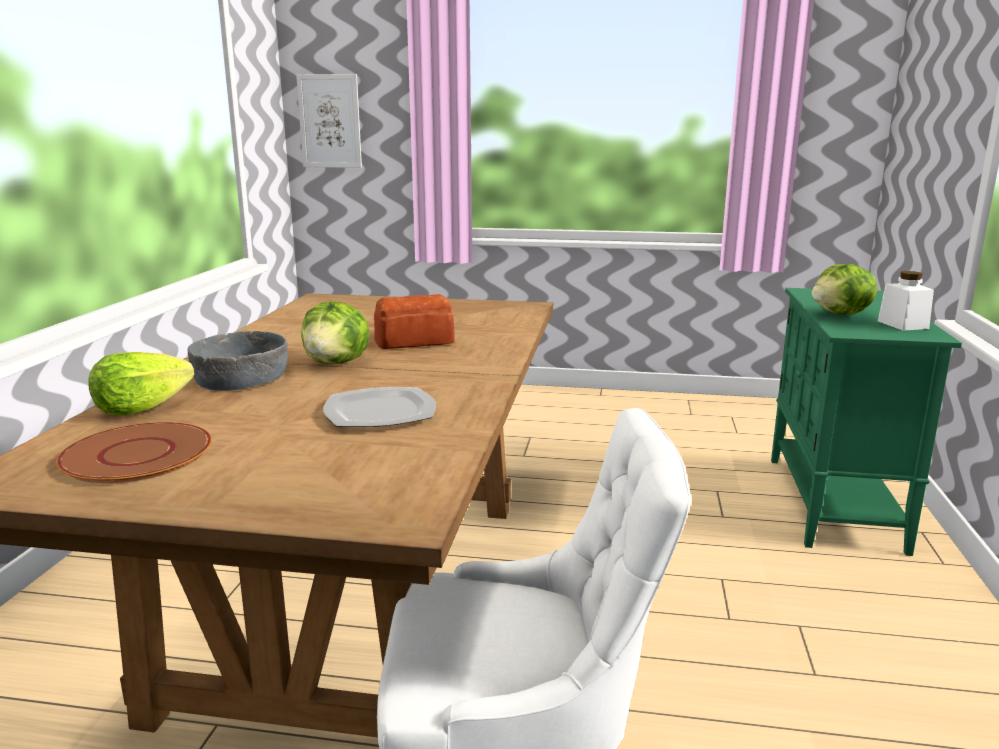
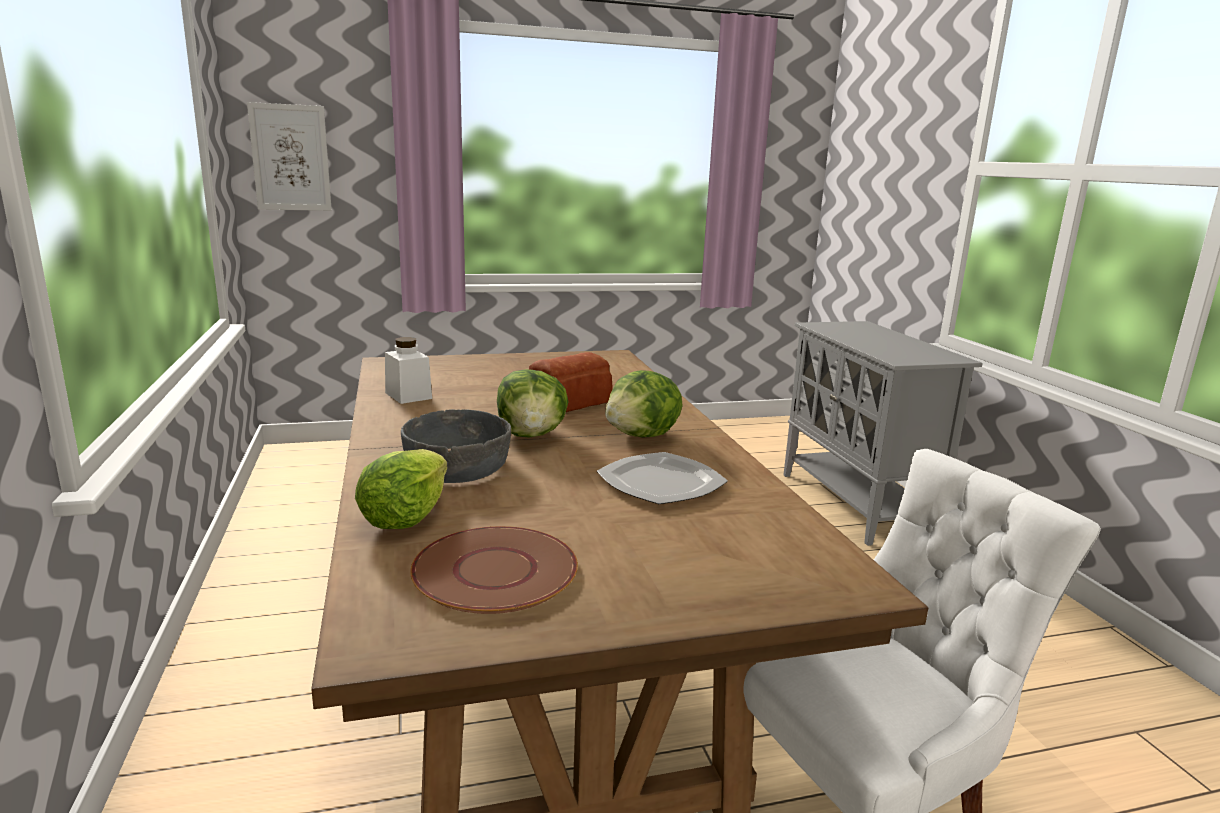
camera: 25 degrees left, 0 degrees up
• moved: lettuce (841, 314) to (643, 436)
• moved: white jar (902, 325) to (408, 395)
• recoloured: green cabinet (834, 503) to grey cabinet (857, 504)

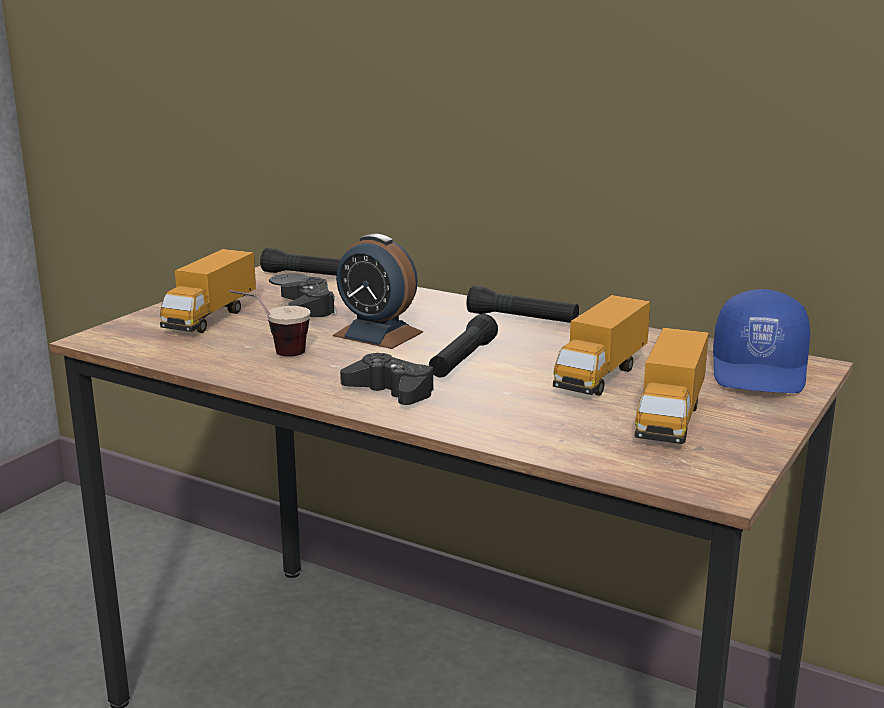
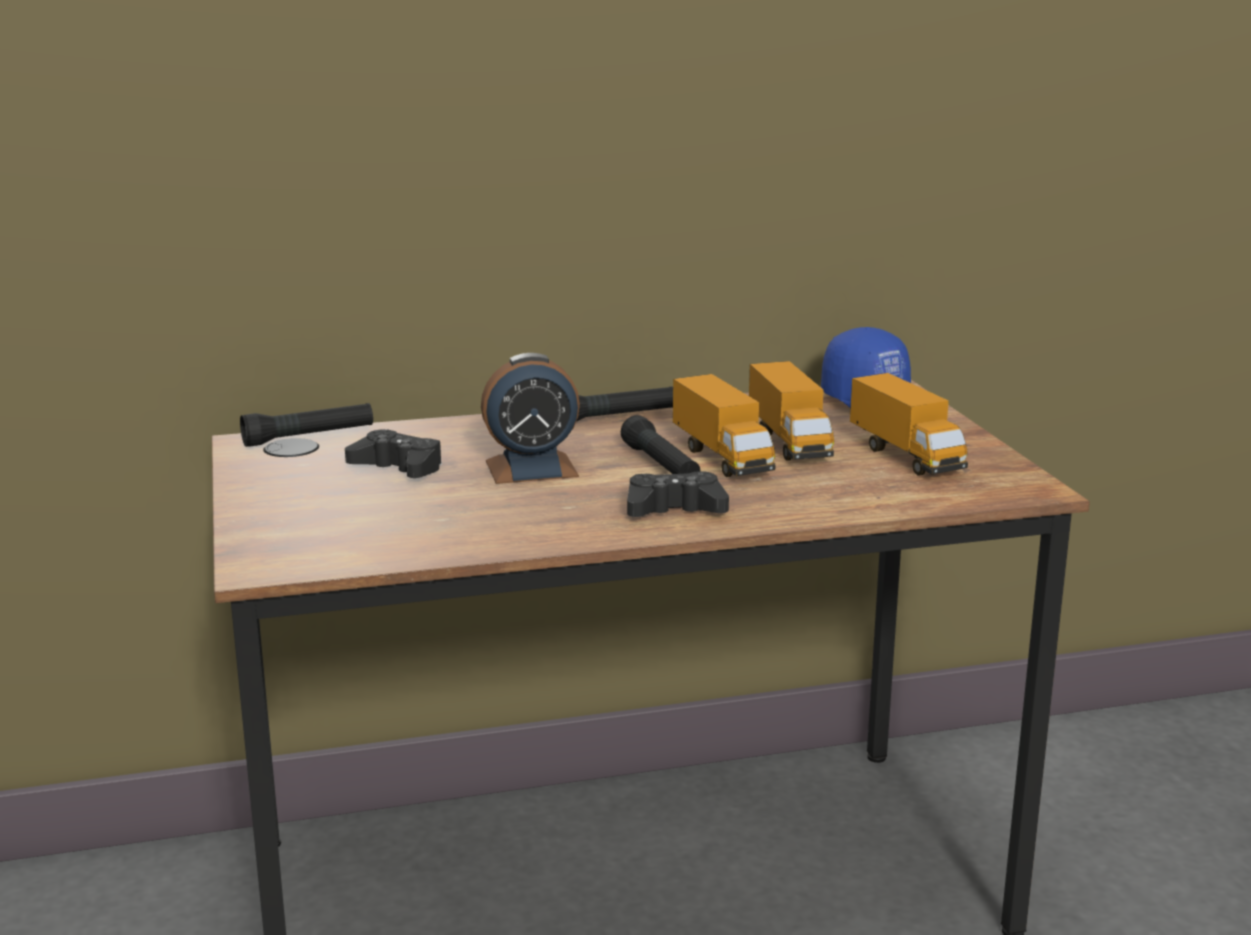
camera: 45 degrees left, 0 degrees up
• moved: toy truck (210, 318) to (722, 458)
• removed: cup (273, 355)

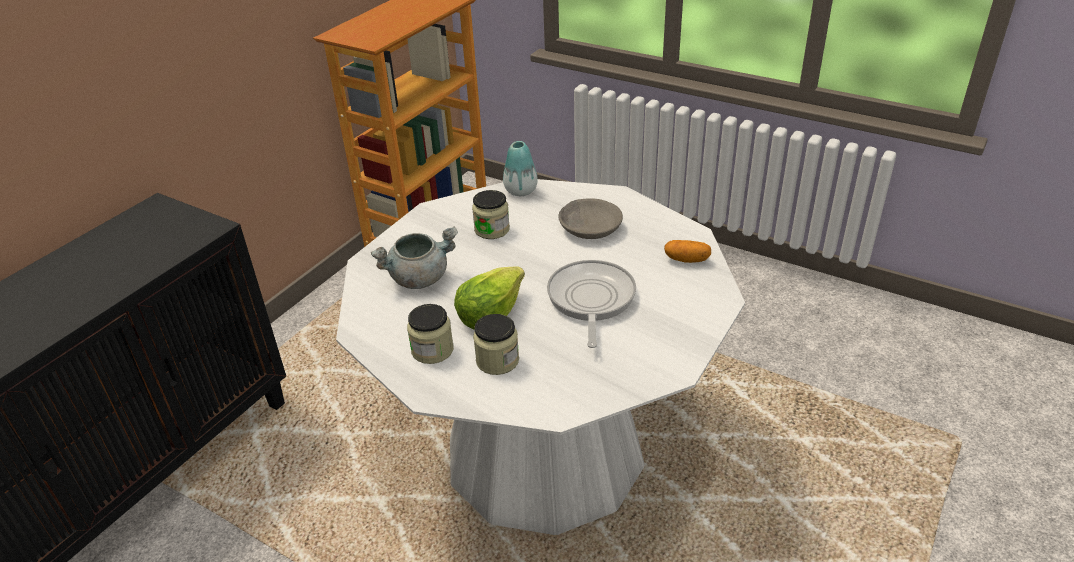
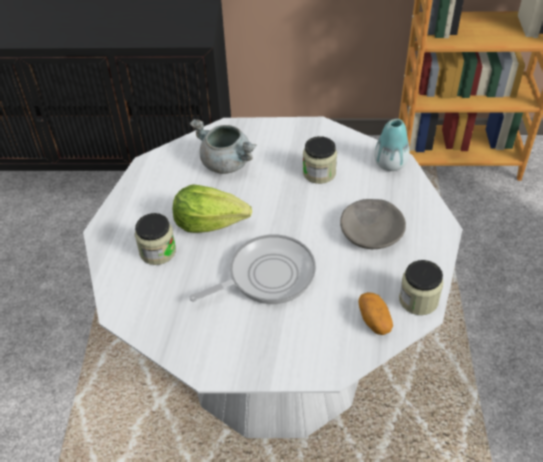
camera: 60 degrees right, 10 degrees up
• moved: jar (432, 350) to (418, 300)

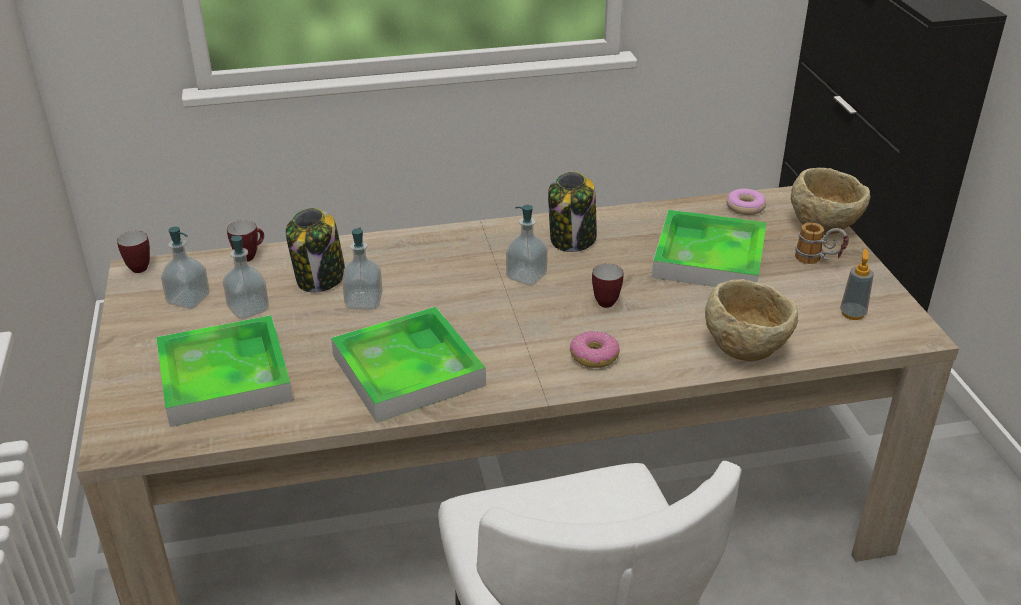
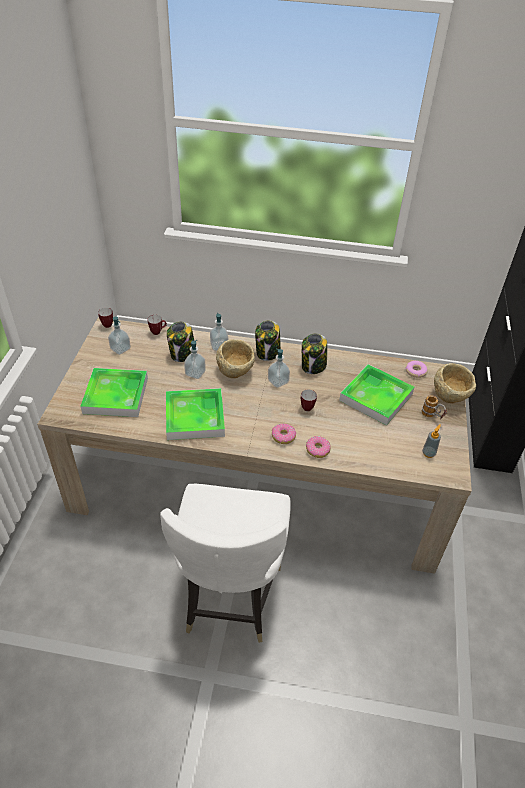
camera: 20 degrees right, 10 degrees up
• moved: soap dispenser (248, 309) to (219, 346)
• moved: beige bowl (746, 348) to (236, 371)
• added: jar (268, 352)
• added: donut (317, 450)

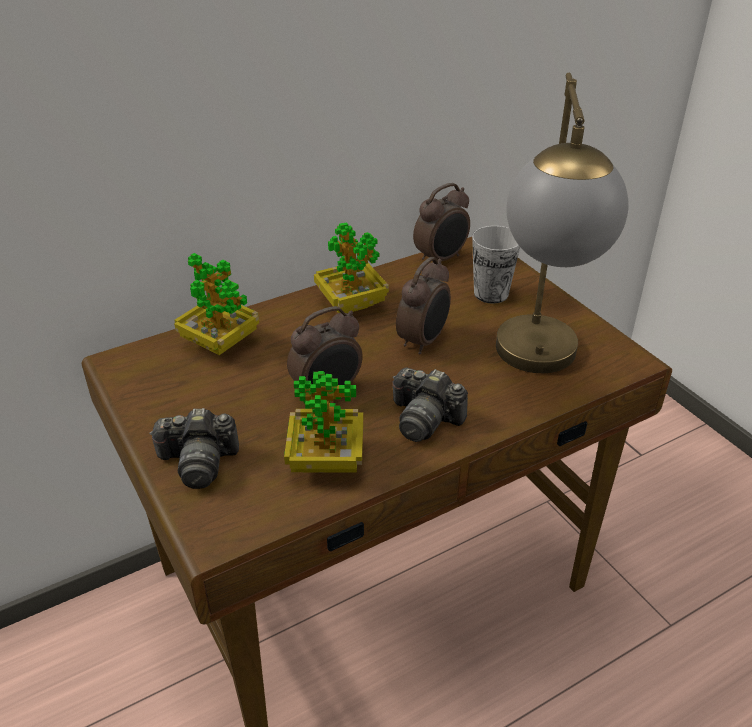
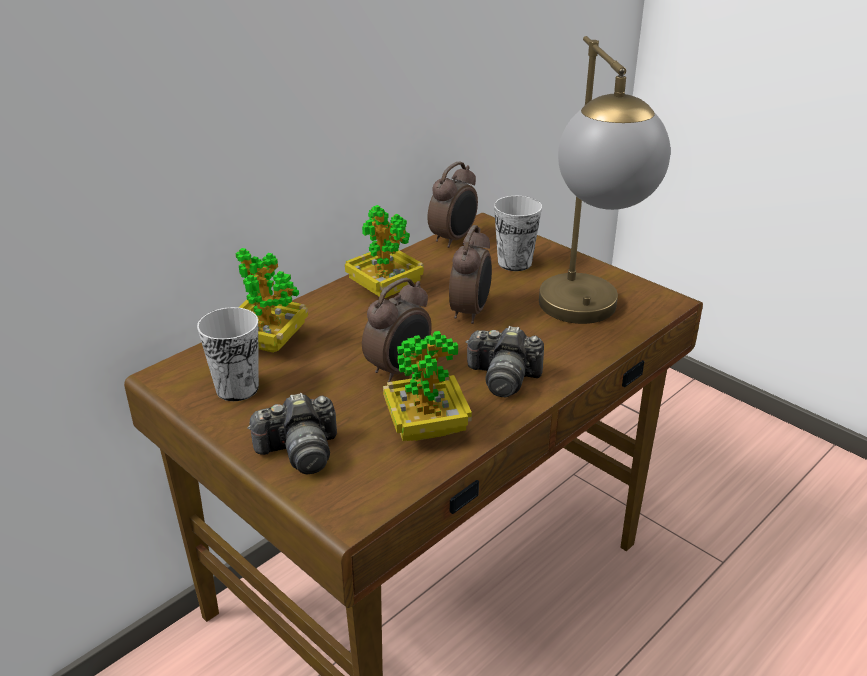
camera: 15 degrees left, 5 degrees down
• added: cup (237, 388)

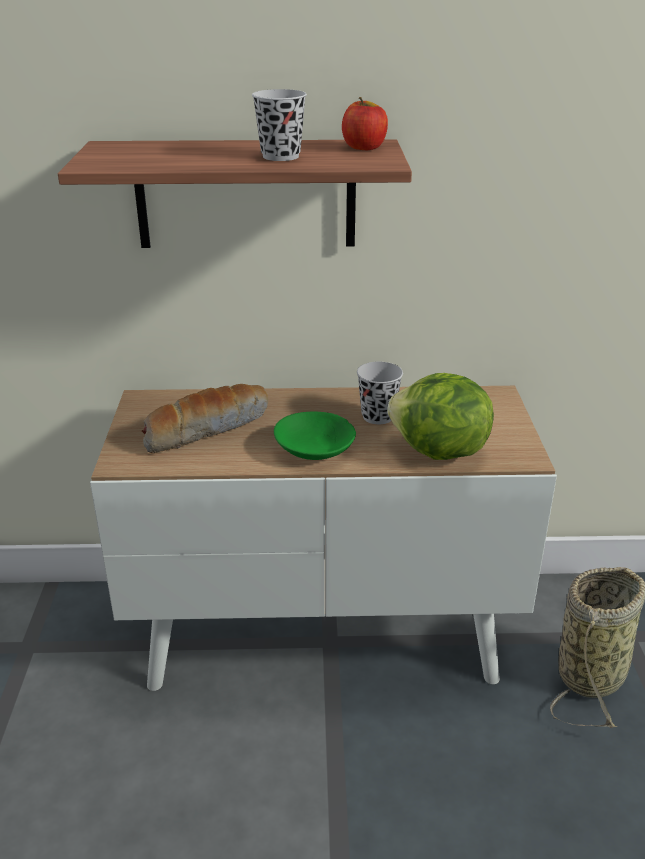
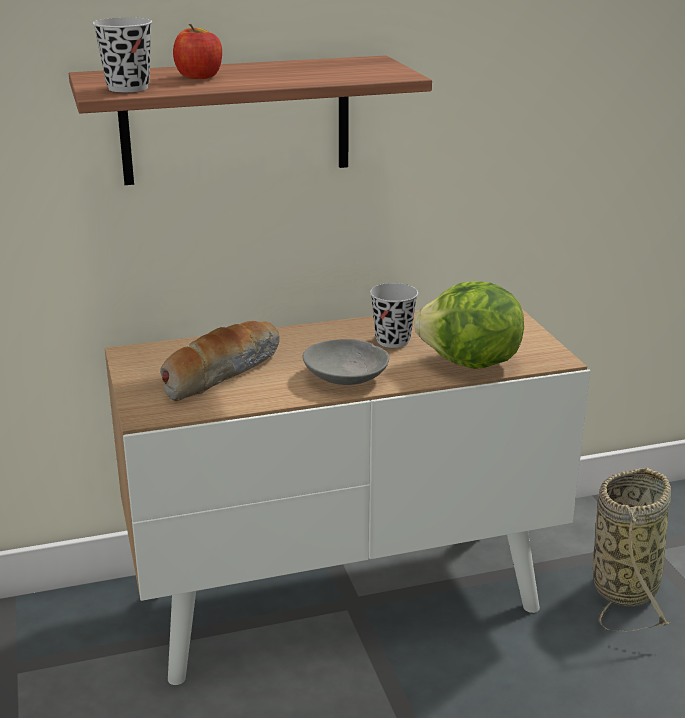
camera: 15 degrees left, 5 degrees down
• moved: black cup (280, 156) to (128, 88)
• moved: apple (364, 148) to (199, 77)
• recoloured: green bowl (315, 449) to grey bowl (347, 376)

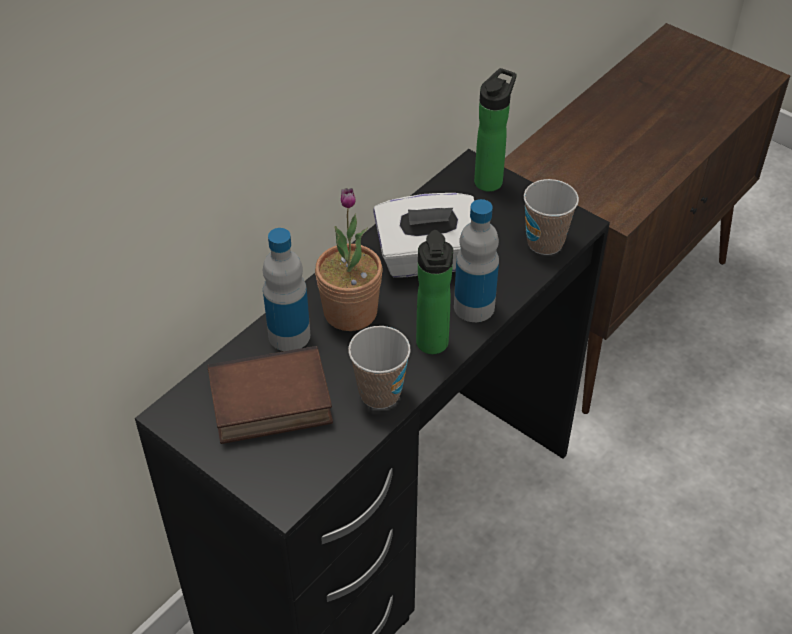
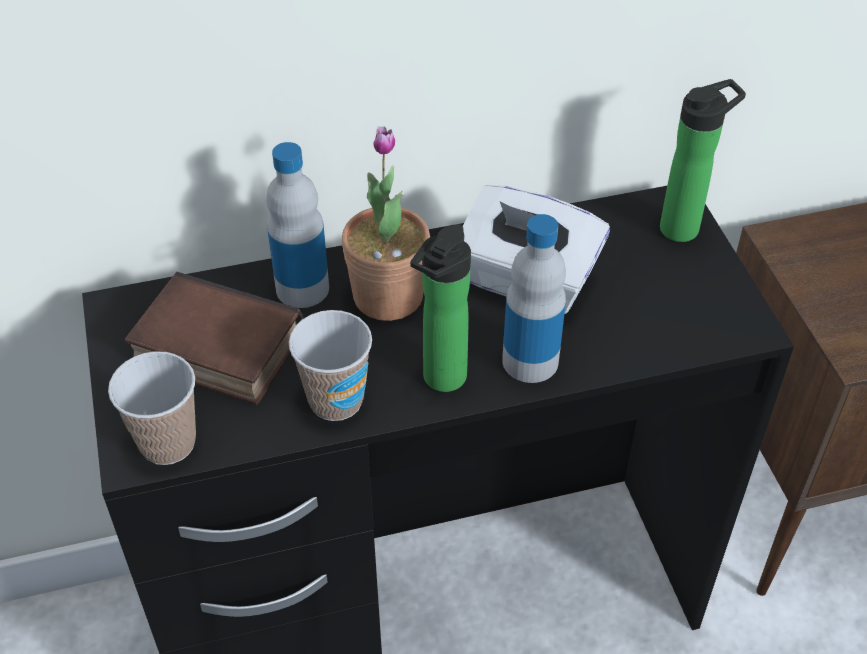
camera: 35 degrees right, 0 degrees up
• moved: cup (545, 243) to (167, 443)

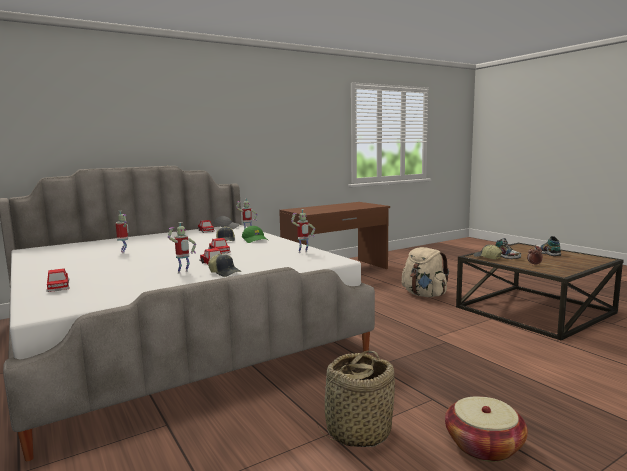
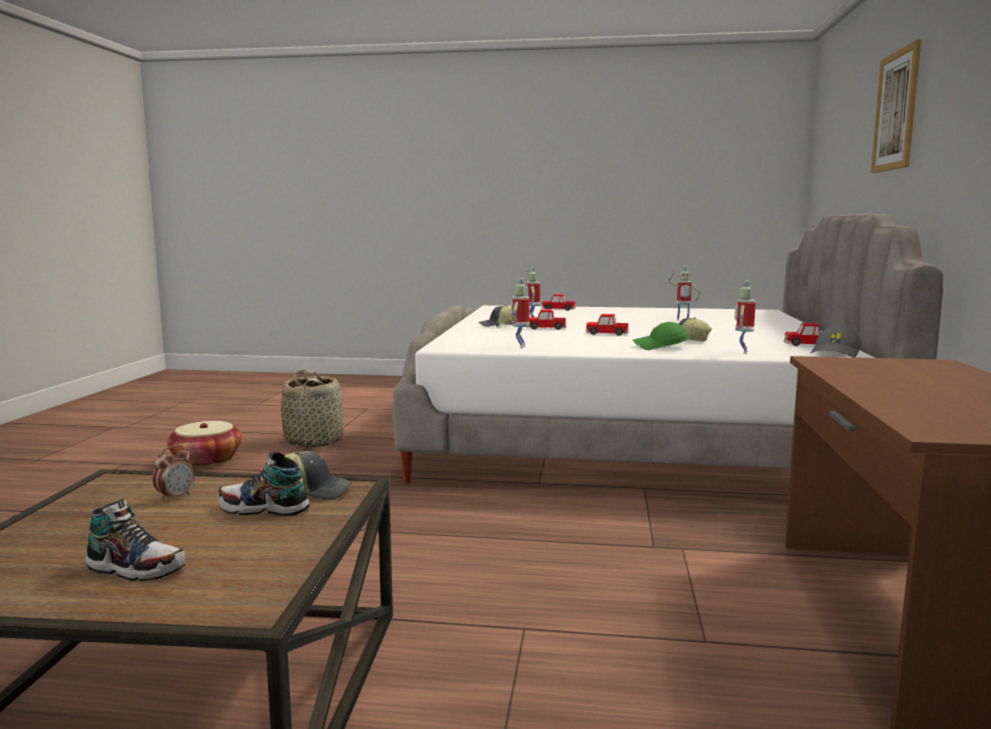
camera: 130 degrees right, 0 degrees up
• removed: beige backpack (424, 295)
• added: picture (896, 111)

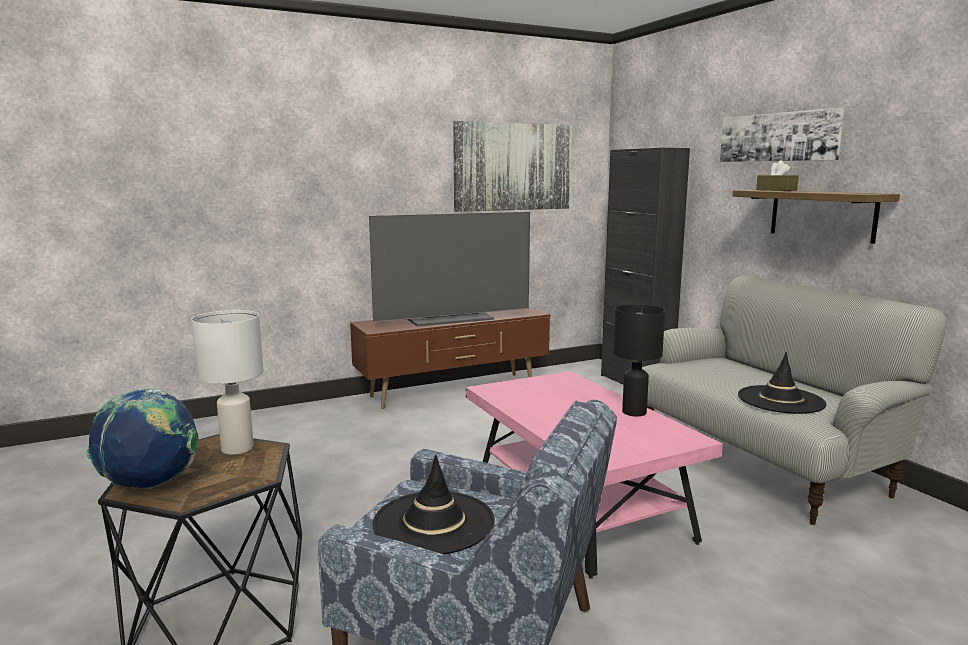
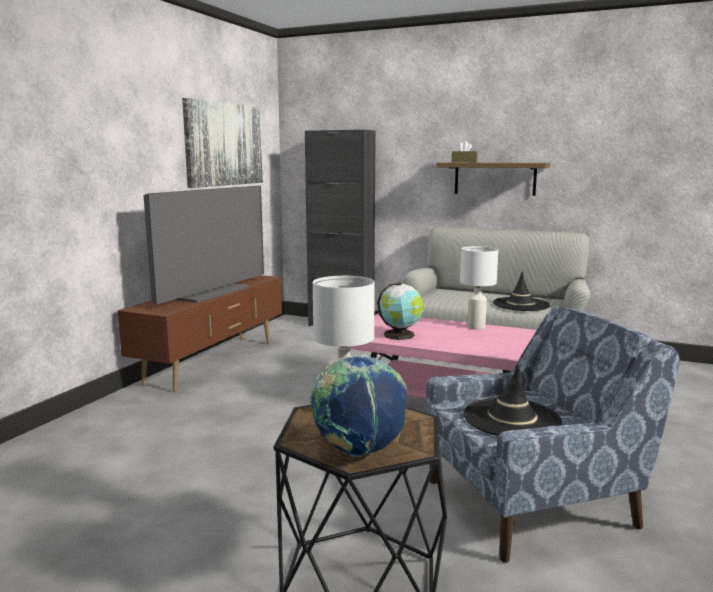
camera: 40 degrees left, 0 degrees up
• removed: picture (778, 137)
• recoloured: black table lamp (635, 412) to white table lamp (476, 327)
• added: globe (401, 335)

